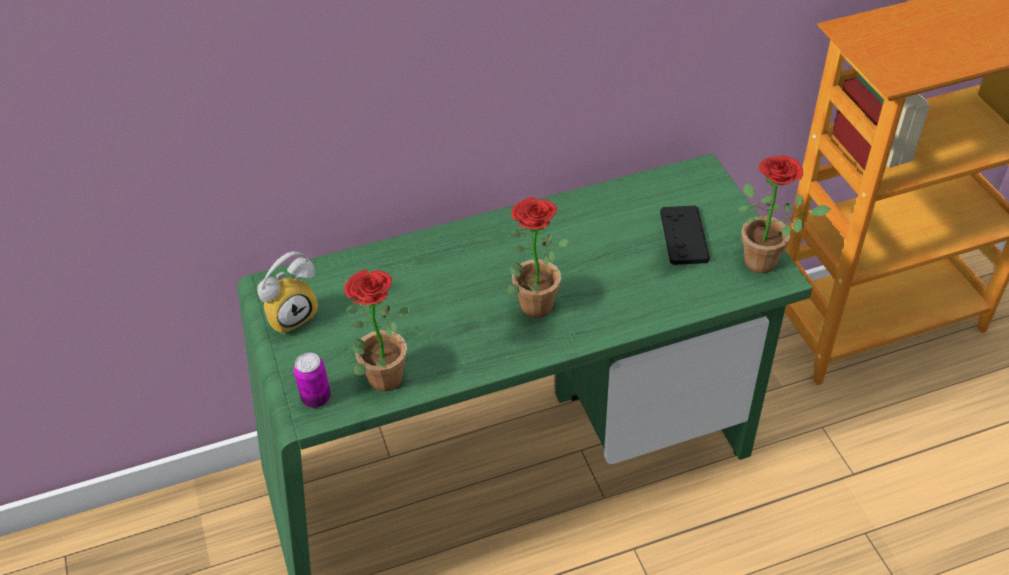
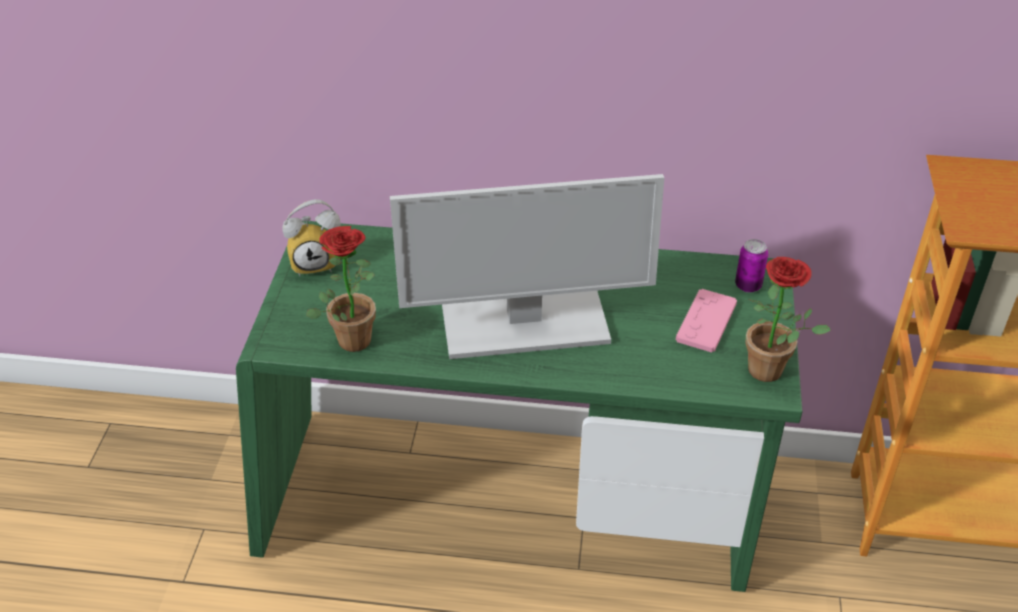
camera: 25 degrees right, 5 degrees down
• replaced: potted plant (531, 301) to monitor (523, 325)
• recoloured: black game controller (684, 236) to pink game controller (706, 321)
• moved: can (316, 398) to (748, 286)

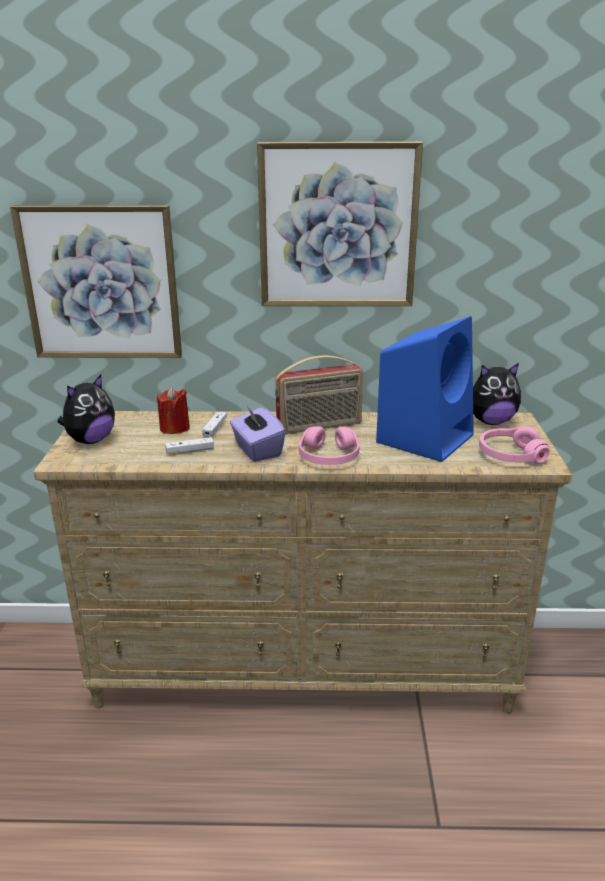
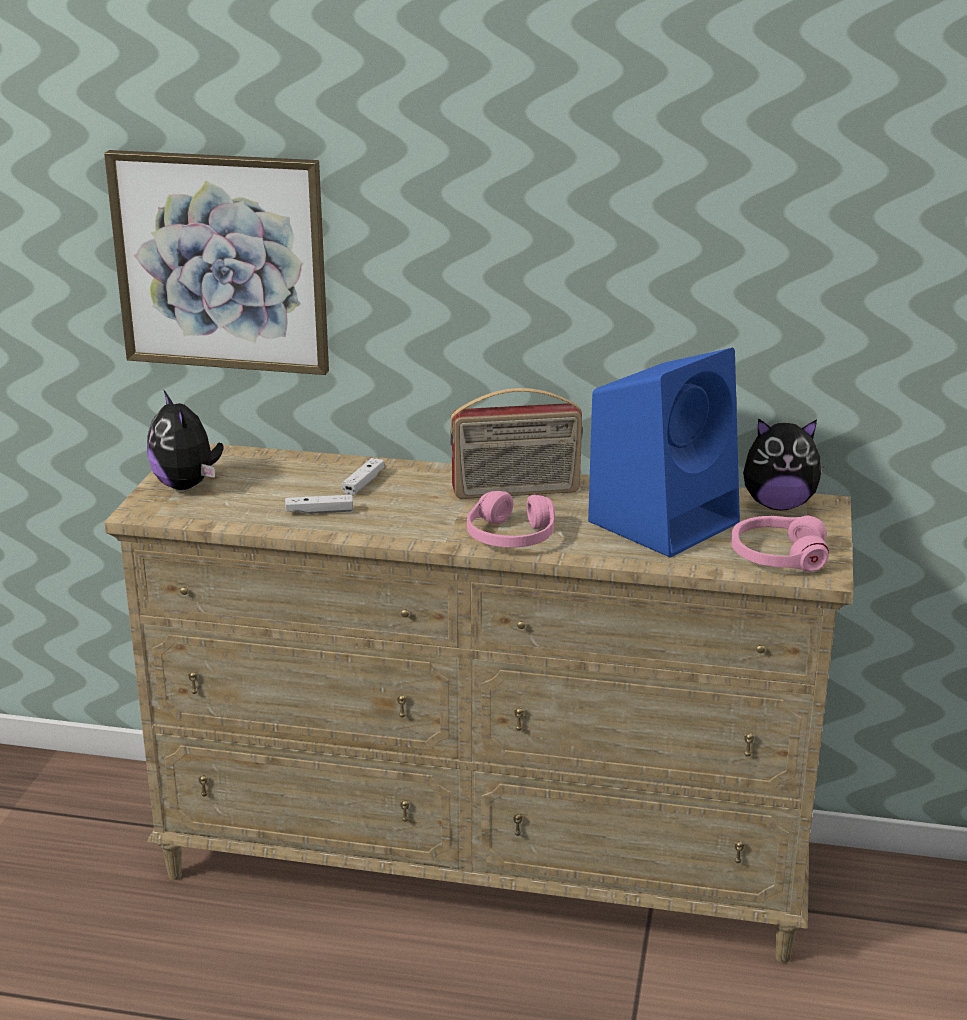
camera: 10 degrees right, 0 degrees up
• removed: picture (338, 226)
• turned: plush toy (90, 440) = (187, 485) 105 degrees clockwise
• removed: red candle (174, 428)
• removed: purple tissue box (257, 450)

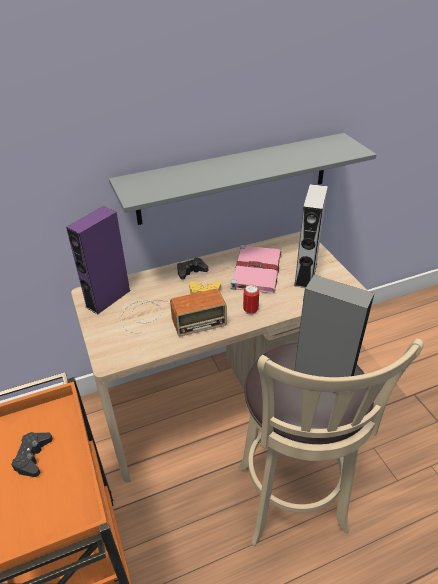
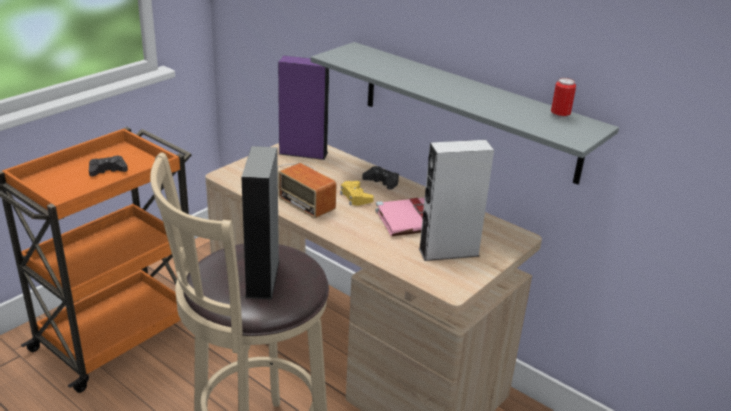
camera: 60 degrees right, 10 degrees down
• moved: can (250, 310) to (560, 115)

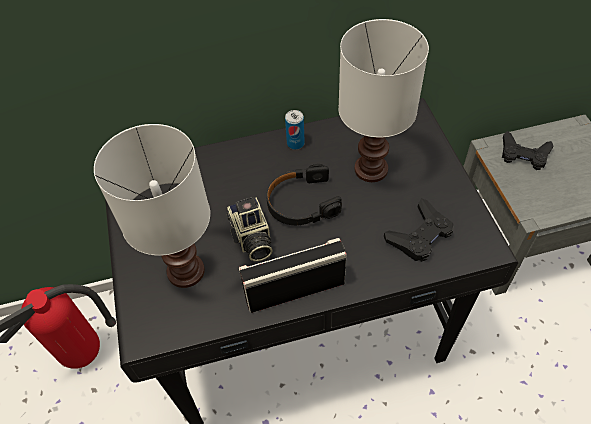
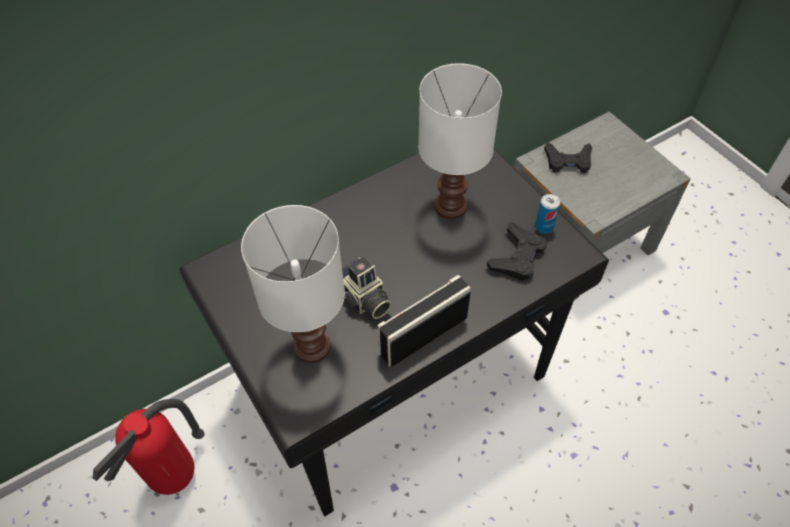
camera: 20 degrees left, 0 degrees up
• moved: can (295, 143) to (544, 227)
• removed: black headphones (301, 202)

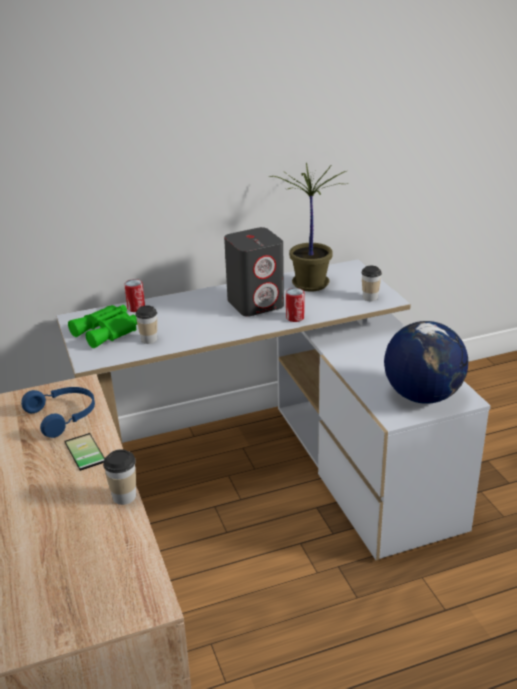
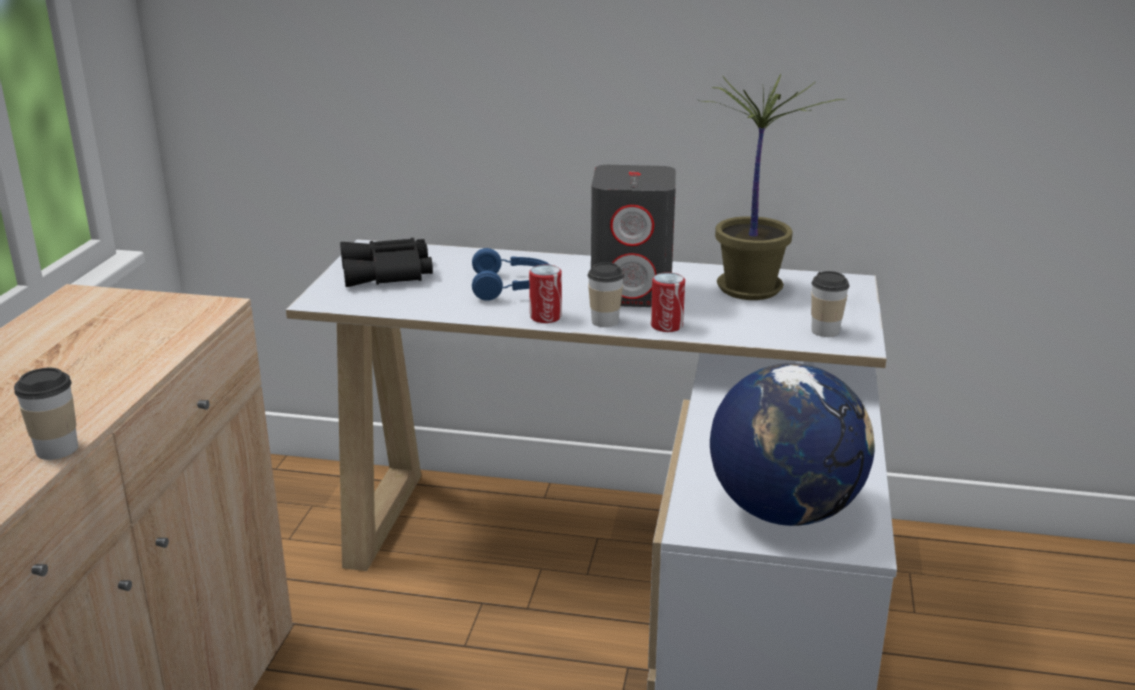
camera: 30 degrees right, 5 degrees down
• moved: can (136, 308) to (545, 317)
• recoloured: green binoculars (107, 332) to black binoculars (388, 274)
• moved: cup (149, 339) to (605, 321)
• moved: blue headphones (64, 416) to (512, 287)
• removed: phone (82, 453)

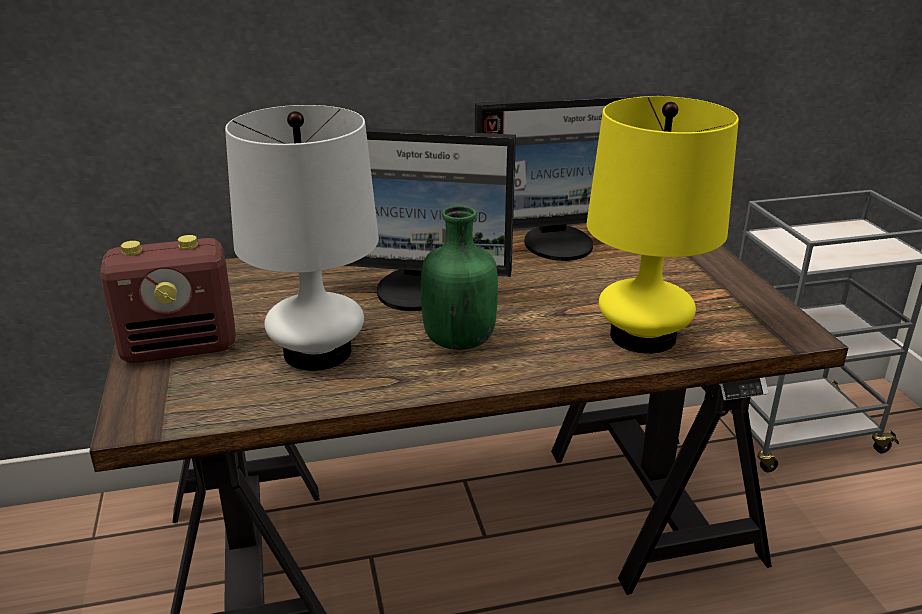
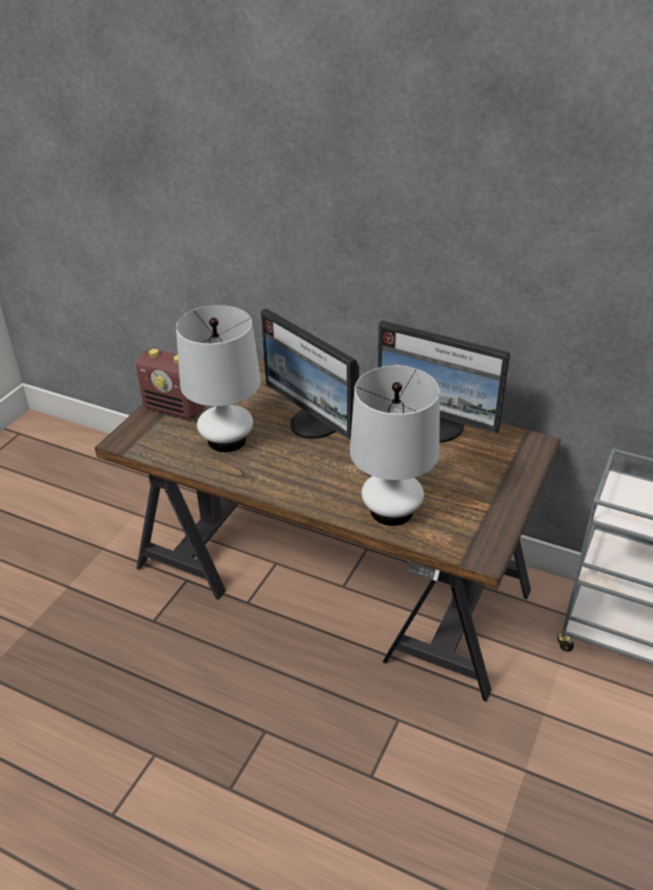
camera: 40 degrees right, 10 degrees up
• recoloured: yellow table lamp (643, 336) to white table lamp (391, 511)
• removed: green bottle (458, 341)

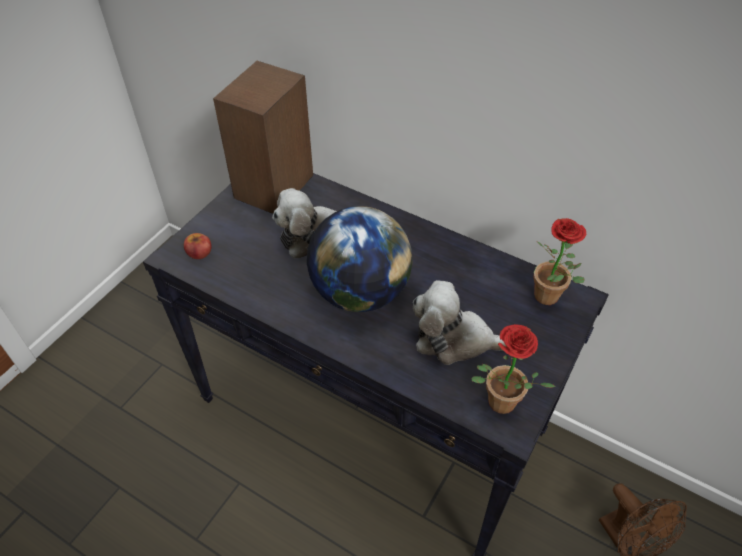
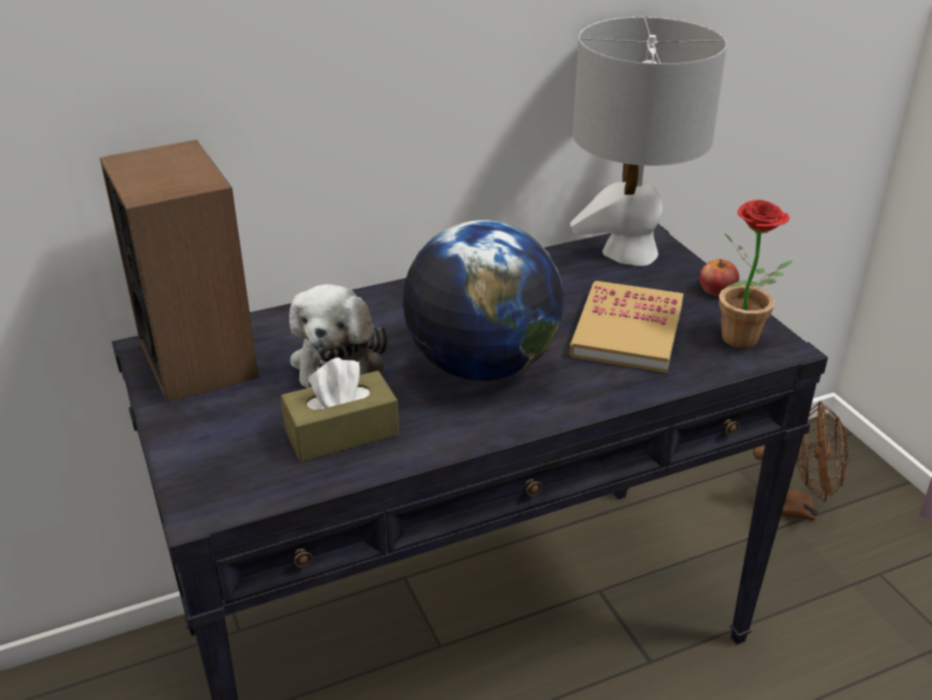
camera: 55 degrees left, 15 degrees down
• replaced: potted plant (550, 299) to grey table lamp (630, 252)
• moved: apple (199, 252) to (717, 289)
• replaced: plush toy (455, 340) to book (627, 331)
• added: brown tissue box (341, 432)

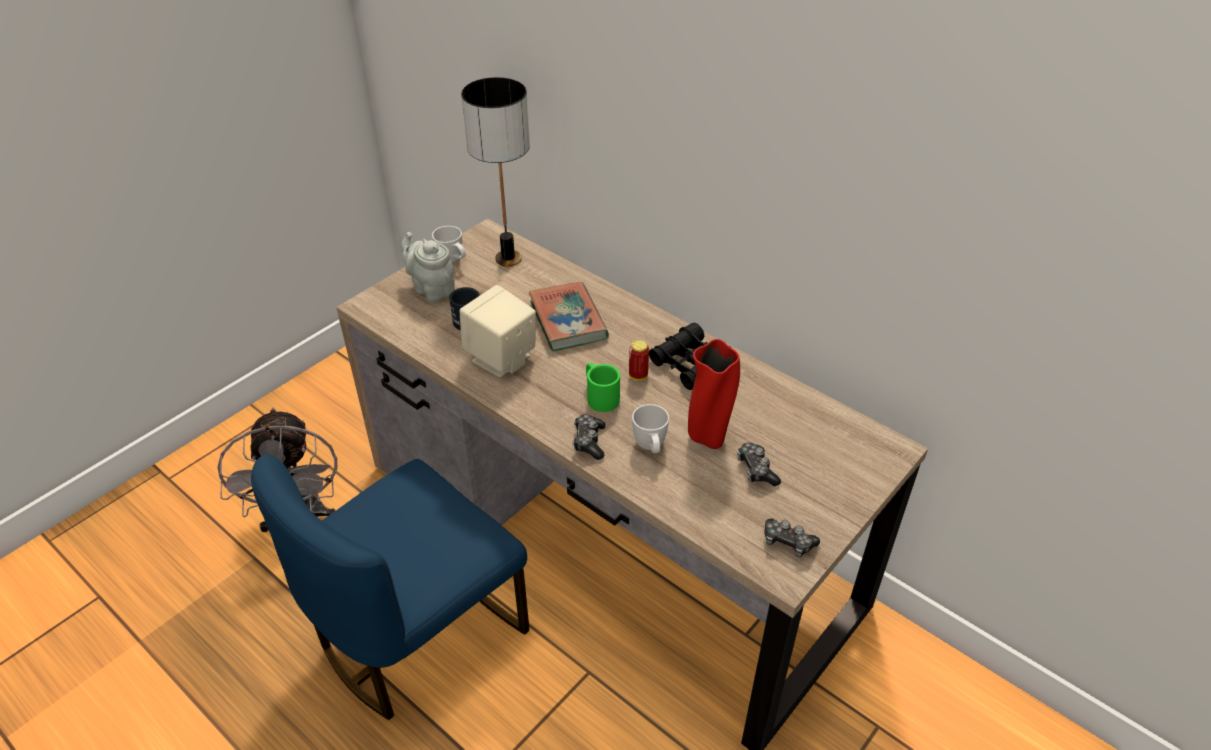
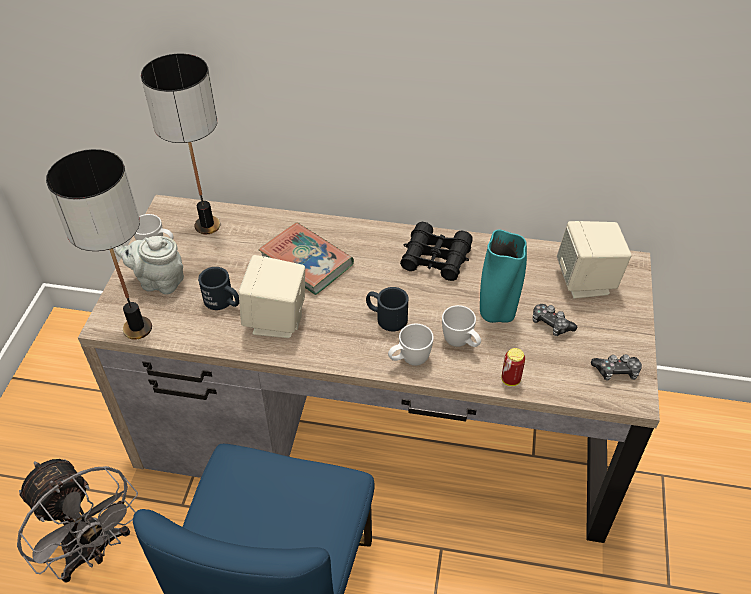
camera: 30 degrees left, 5 degrees up
• recoloured: red vase (708, 437) to turquoise vase (496, 314)
• moved: can (638, 376) to (510, 380)
• recoloured: green mug (599, 396) to black mug (386, 317)
• replaced: game controller (589, 441) to white mug (409, 360)
• added: table lamp (138, 328)
• added: beige speaker (586, 282)

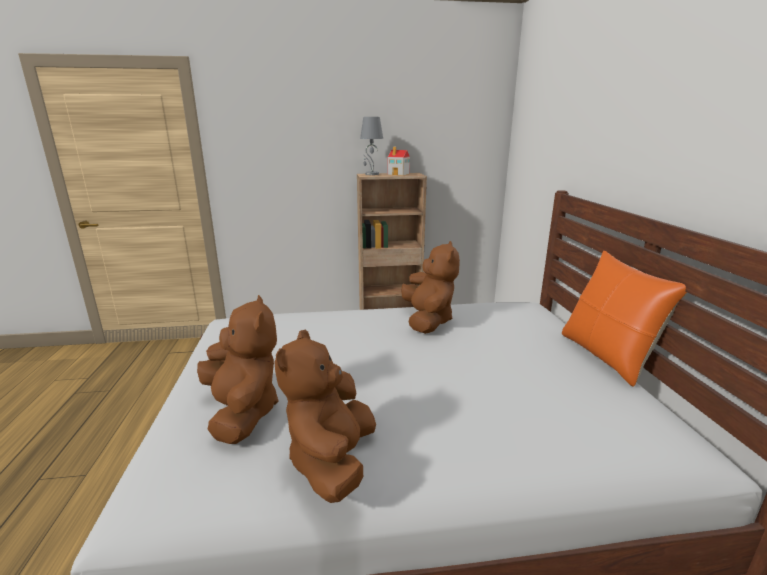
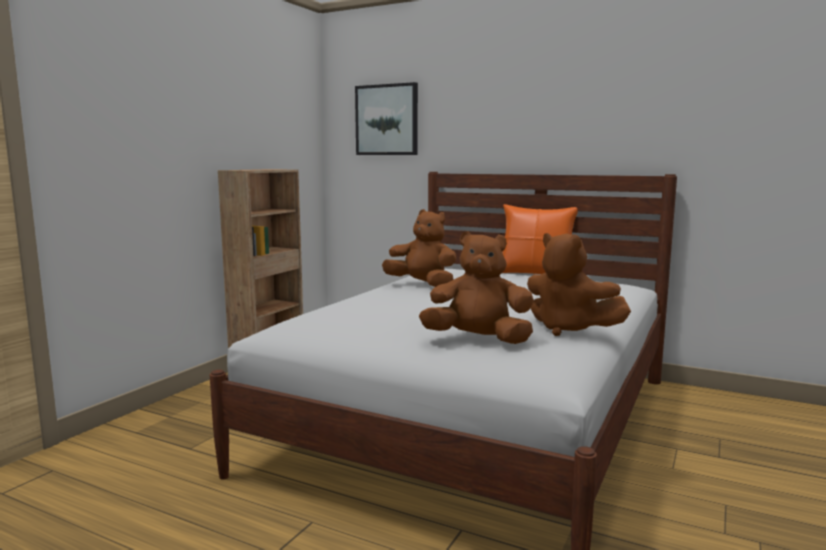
camera: 55 degrees left, 10 degrees down
• removed: grey table lamp (371, 174)
• removed: toy house (398, 174)
• added: picture (387, 120)

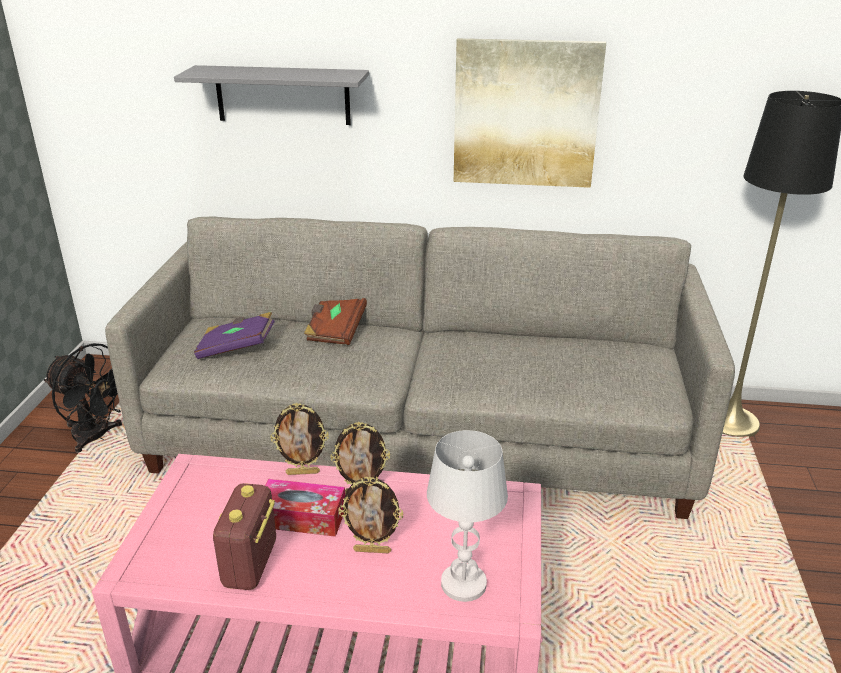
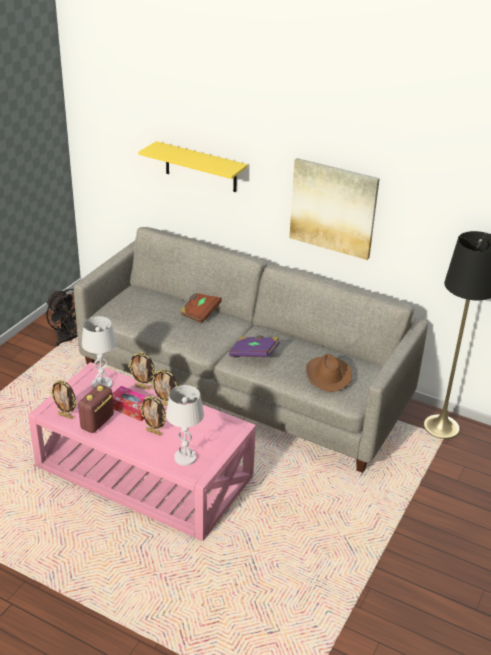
camera: 20 degrees right, 5 degrees up
• recoloured: grey shelf (283, 95) to yellow shelf (200, 167)
• moved: purple book (237, 349) to (254, 354)
• added: white table lamp (102, 384)
• added: brown hat (327, 375)
• added: picture frame (66, 416)

